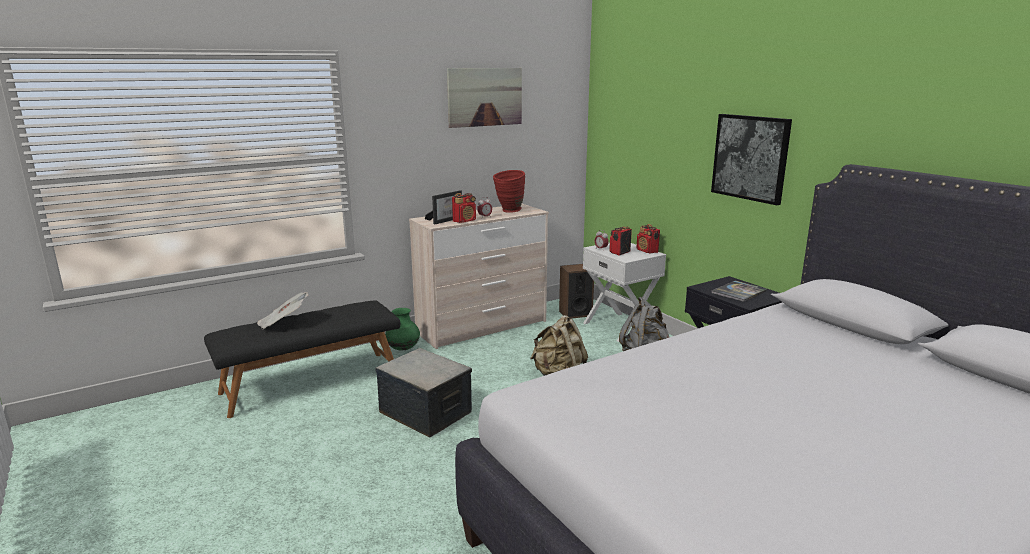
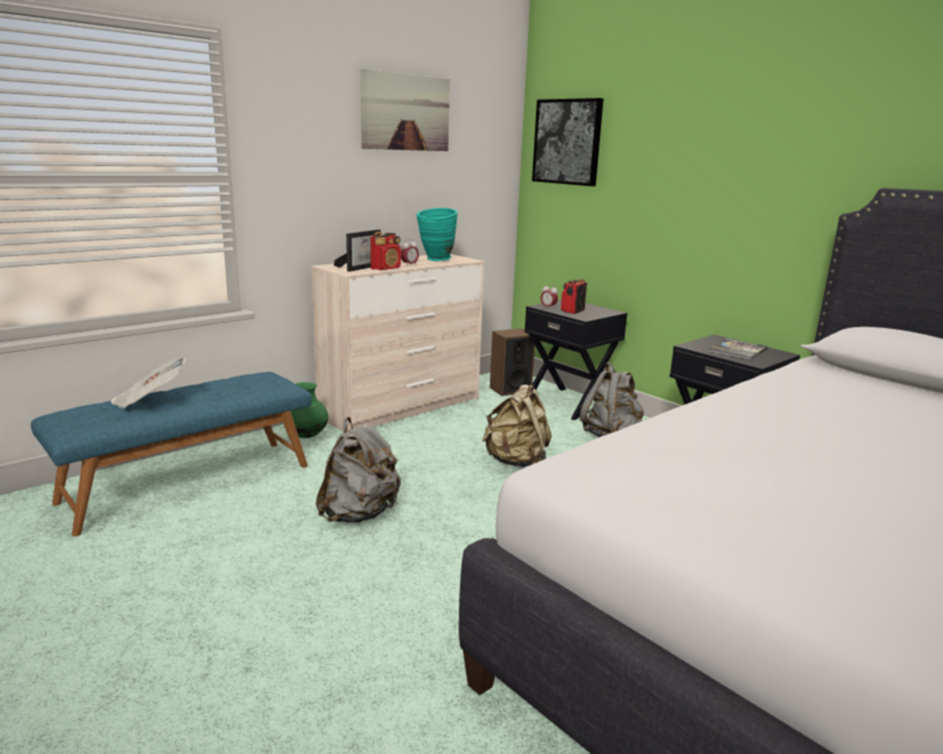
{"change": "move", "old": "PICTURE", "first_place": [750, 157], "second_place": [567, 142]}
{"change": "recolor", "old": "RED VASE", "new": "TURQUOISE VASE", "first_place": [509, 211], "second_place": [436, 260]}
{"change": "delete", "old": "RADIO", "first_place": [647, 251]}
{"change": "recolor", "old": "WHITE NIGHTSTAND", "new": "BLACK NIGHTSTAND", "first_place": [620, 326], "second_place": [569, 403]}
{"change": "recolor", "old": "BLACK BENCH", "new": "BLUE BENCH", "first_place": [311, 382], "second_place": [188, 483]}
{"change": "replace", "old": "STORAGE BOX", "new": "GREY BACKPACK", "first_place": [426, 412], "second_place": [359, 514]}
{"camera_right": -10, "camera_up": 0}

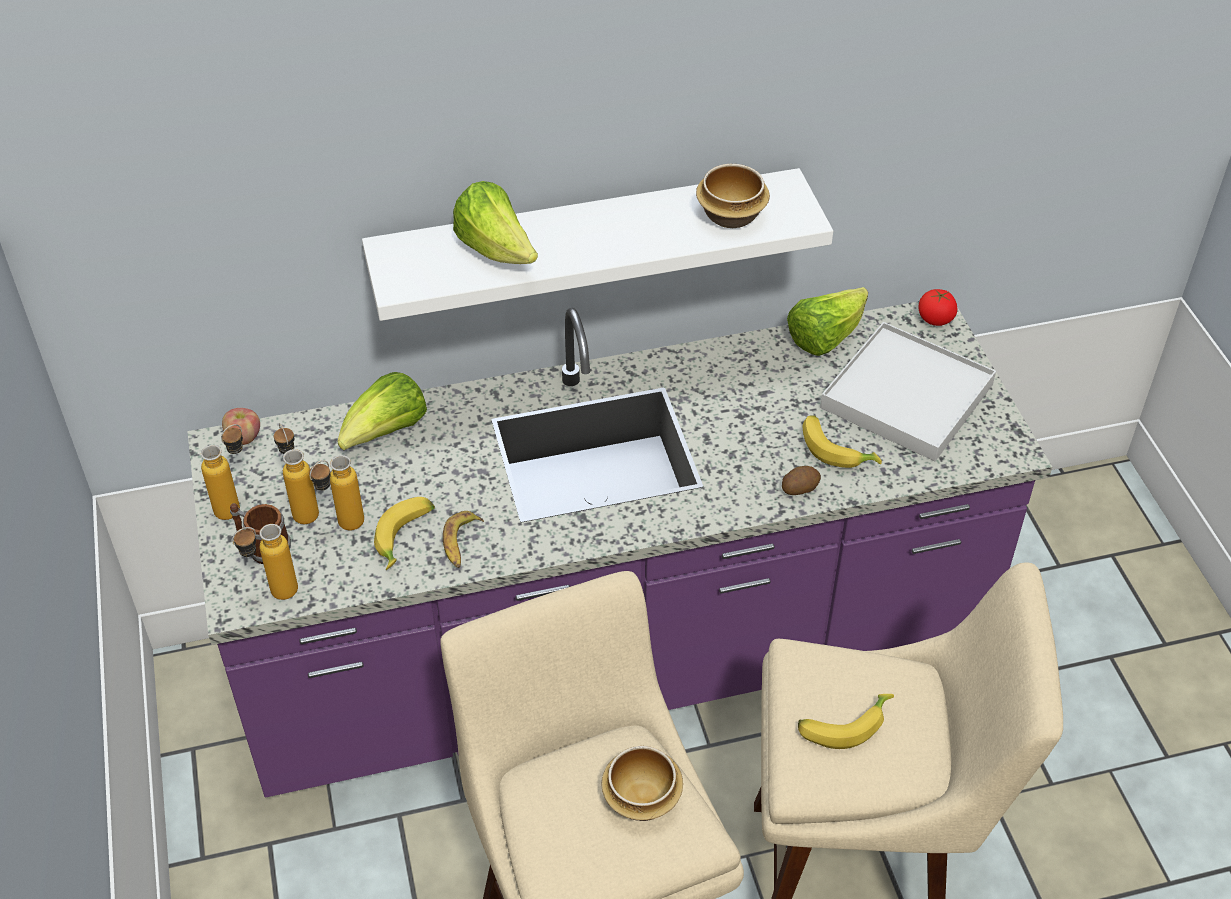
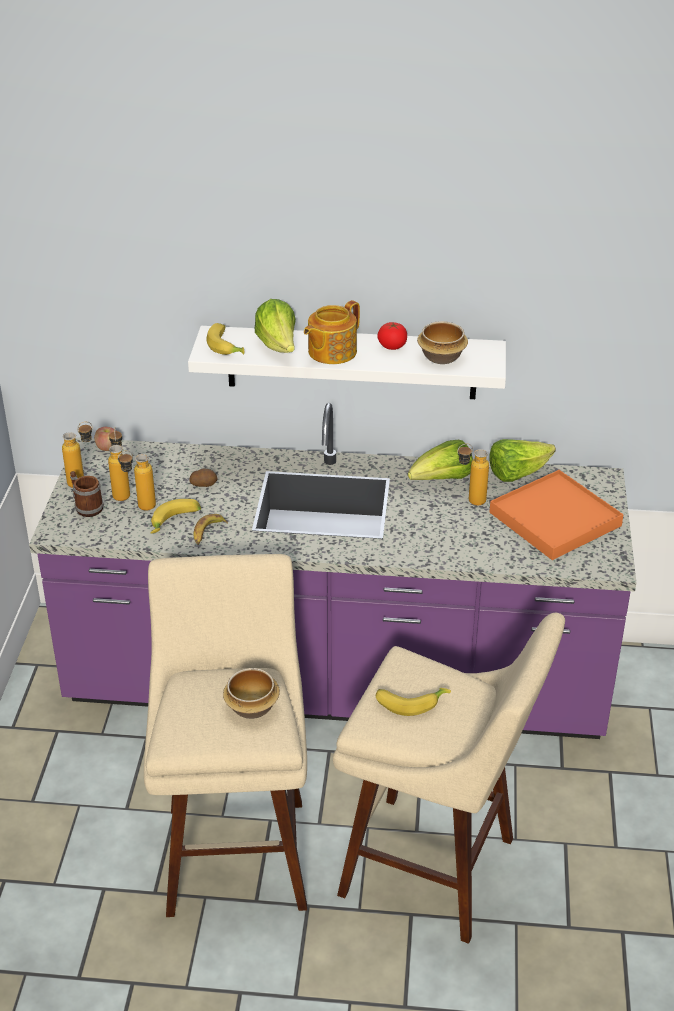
{"change": "move", "old": "TOMATO", "first_place": [935, 319], "second_place": [392, 346]}
{"change": "recolor", "old": "WHITE TRAY", "new": "ORANGE TRAY", "first_place": [906, 396], "second_place": [555, 519]}
{"change": "move", "old": "LETTUCE", "first_place": [386, 433], "second_place": [442, 480]}
{"change": "move", "old": "BANANA", "first_place": [837, 449], "second_place": [227, 346]}
{"change": "move", "old": "POTATO", "first_place": [799, 488], "second_place": [203, 484]}
{"change": "move", "old": "BOTTLE", "first_place": [273, 595], "second_place": [469, 502]}
{"change": "insert", "new": "TEAPOT", "second_place": [331, 352]}
{"camera_right": 20, "camera_up": -10}

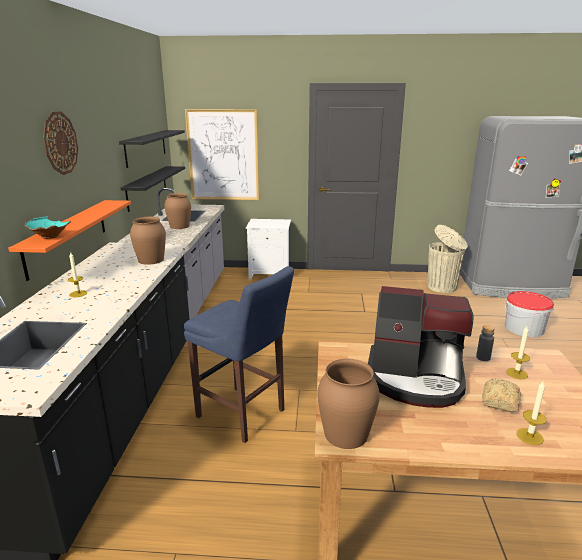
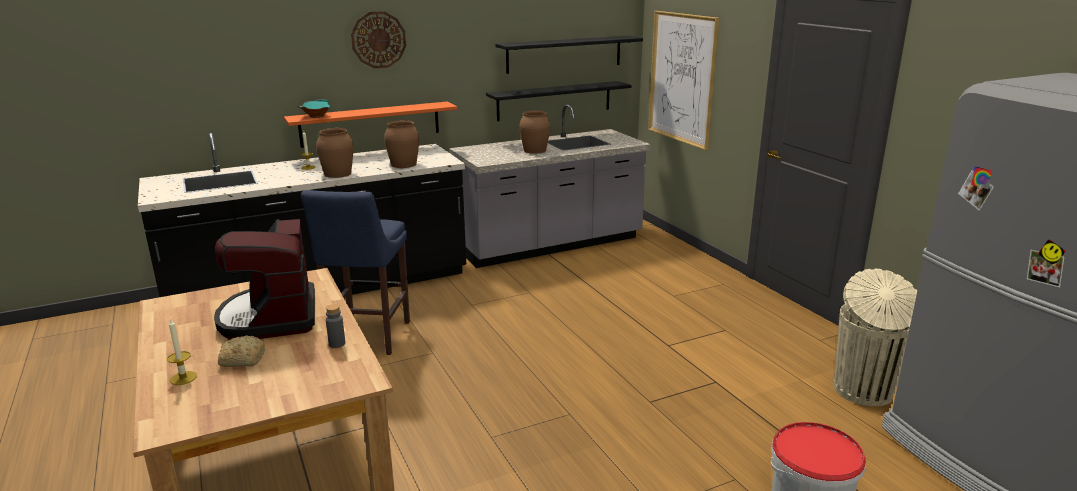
{"change": "delete", "old": "WHITE NIGHTSTAND", "first_place": [270, 274]}
{"change": "delete", "old": "CANDLE", "first_place": [516, 373]}
{"change": "move", "old": "BROWN VASE", "first_place": [346, 433], "second_place": [338, 174]}
{"camera_right": 60, "camera_up": 0}

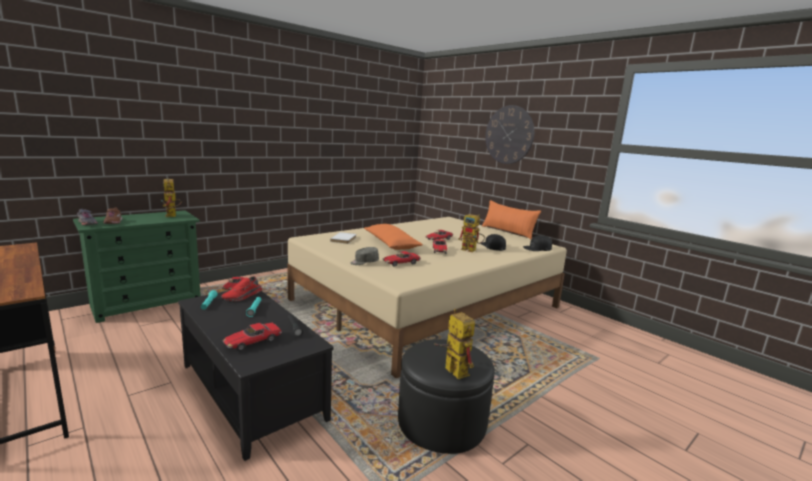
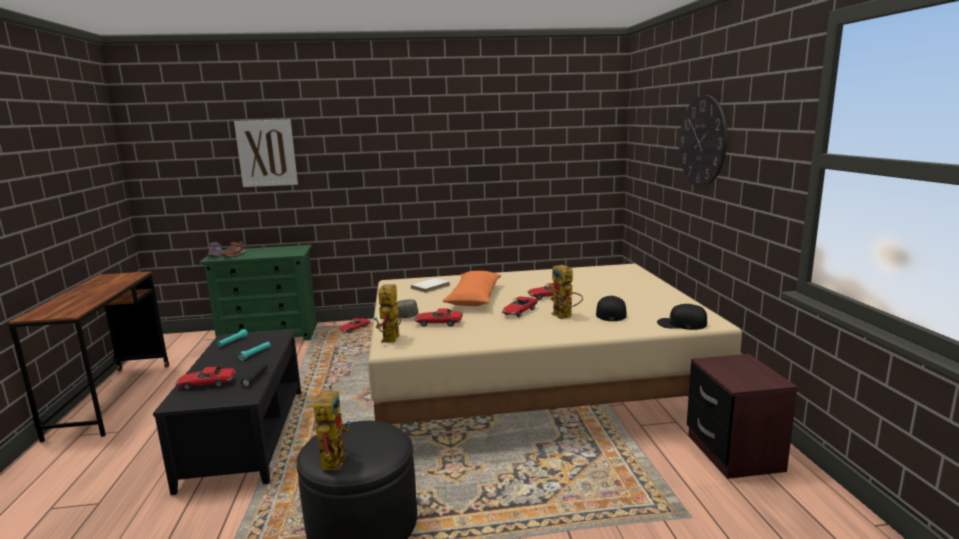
{"change": "move", "old": "TOY ROBOT", "first_place": [172, 216], "second_place": [391, 341]}
{"change": "delete", "old": "ORANGE PILLOW", "first_place": [508, 232]}
{"change": "delete", "old": "RED SHOE", "first_place": [243, 296]}
{"change": "insert", "new": "PICTURE", "second_place": [266, 153]}
{"change": "insert", "new": "BROWN NIGHTSTAND", "second_place": [733, 453]}
{"camera_right": 35, "camera_up": 0}

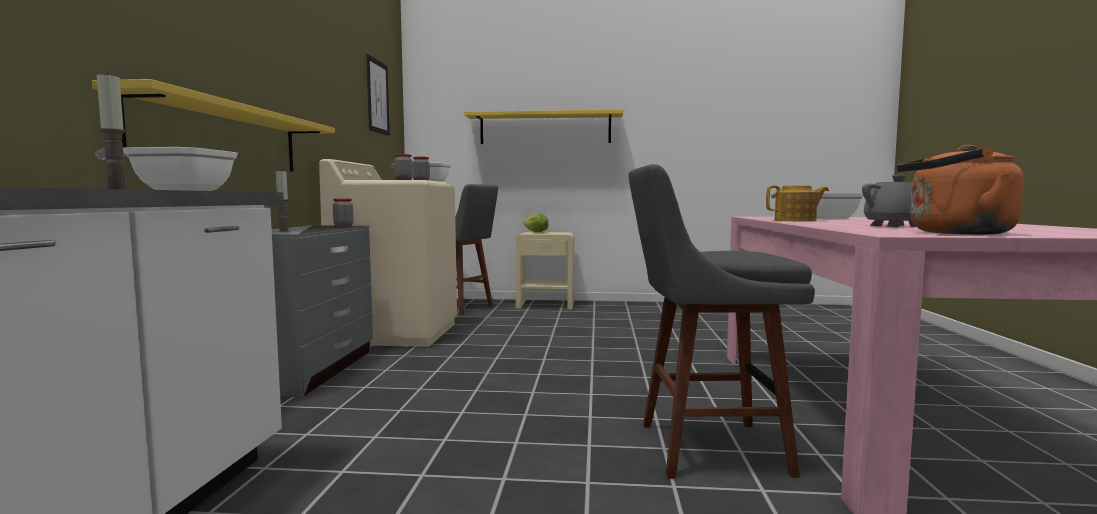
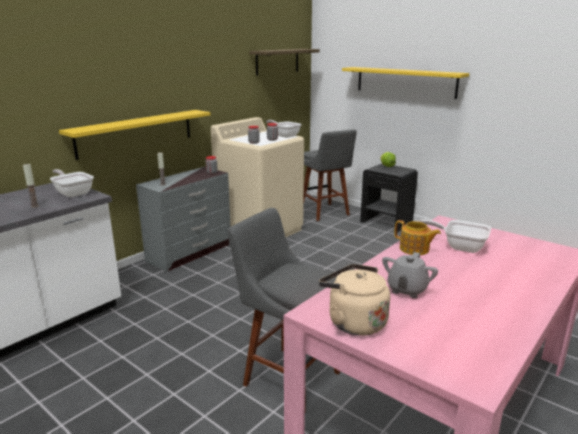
{"change": "replace", "old": "PICTURE", "new": "SHELF", "first_place": [377, 96], "second_place": [277, 61]}
{"change": "recolor", "old": "ORANGE KETTLE", "new": "BEIGE KETTLE", "first_place": [954, 233], "second_place": [353, 322]}
{"change": "recolor", "old": "BEIGE NIGHTSTAND", "new": "BLACK NIGHTSTAND", "first_place": [546, 305], "second_place": [386, 222]}
{"camera_right": 35, "camera_up": 15}

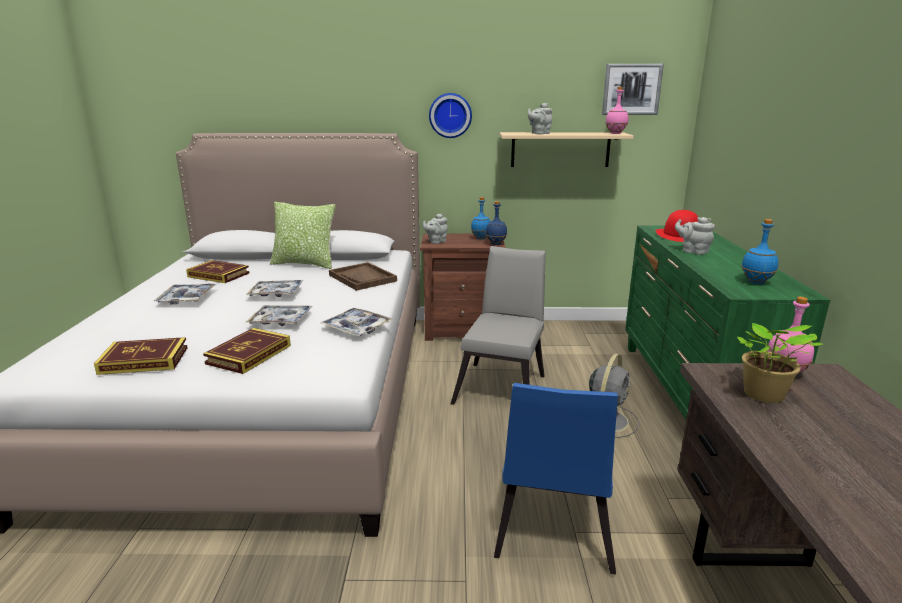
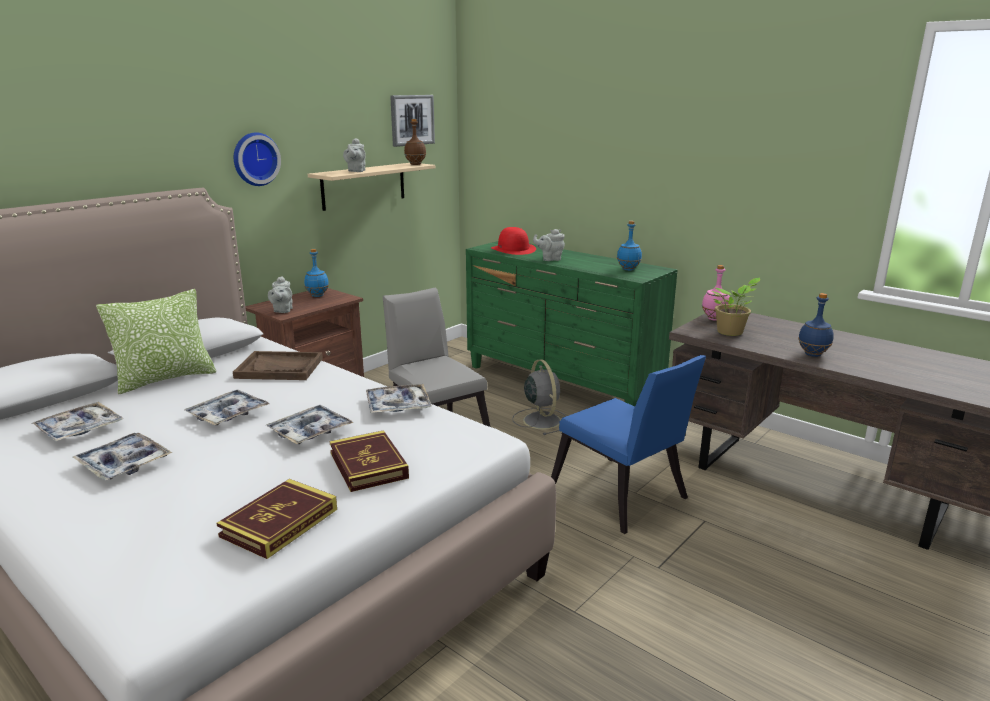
{"change": "recolor", "old": "PINK BOTTLE", "new": "BROWN BOTTLE", "first_place": [615, 133], "second_place": [415, 164]}
{"change": "move", "old": "BLUE BOTTLE", "first_place": [495, 244], "second_place": [812, 354]}
{"change": "replace", "old": "BOOK", "new": "TRAY", "first_place": [218, 275], "second_place": [79, 429]}
{"camera_right": -50, "camera_up": 0}

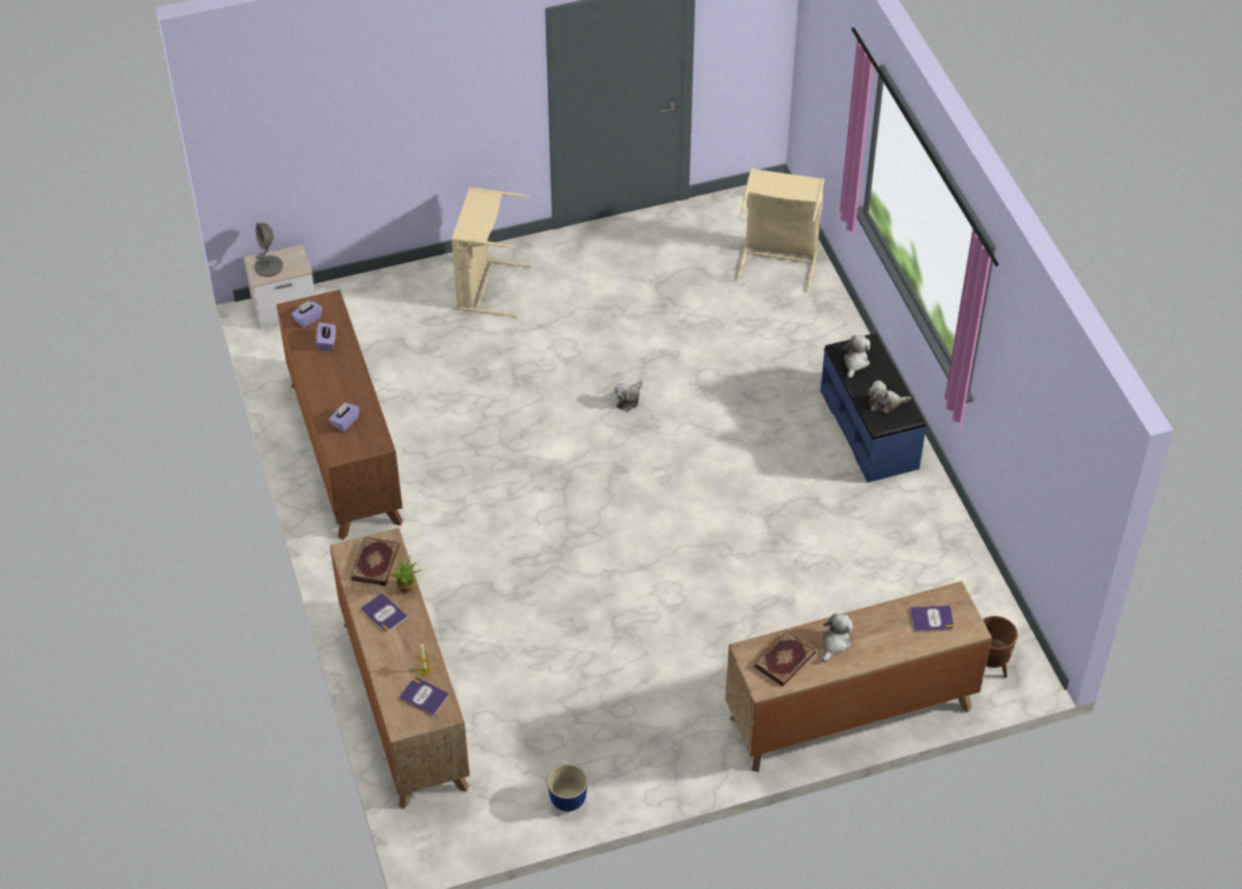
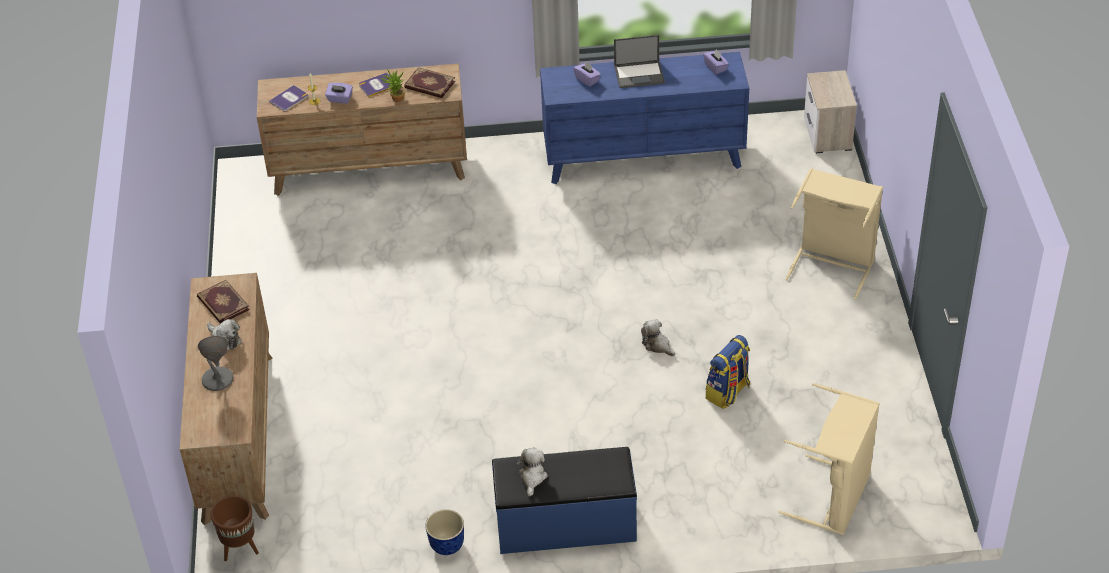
{"change": "move", "old": "GREY TABLE LAMP", "first_place": [269, 267], "second_place": [217, 379]}
{"change": "recolor", "old": "BROWN DRESSER", "new": "BLUE DRESSER", "first_place": [344, 451], "second_place": [644, 157]}
{"change": "move", "old": "PURPLE TISSUE BOX", "first_place": [327, 342], "second_place": [340, 99]}
{"change": "delete", "old": "PLUSH TOY", "first_place": [855, 362]}
{"change": "delete", "old": "BOOK", "first_place": [932, 619]}
{"change": "move", "old": "PLANTER", "first_place": [567, 800], "second_place": [447, 545]}
{"change": "insert", "new": "LAPTOP", "second_place": [640, 74]}
{"change": "insert", "new": "BACKPACK", "second_place": [728, 392]}
{"camera_right": 105, "camera_up": -5}

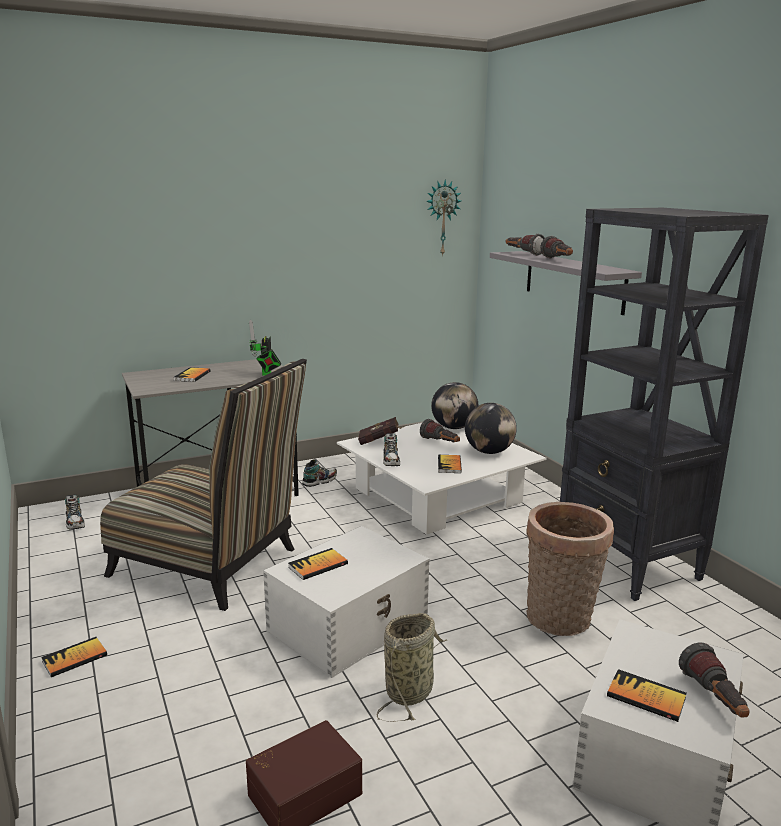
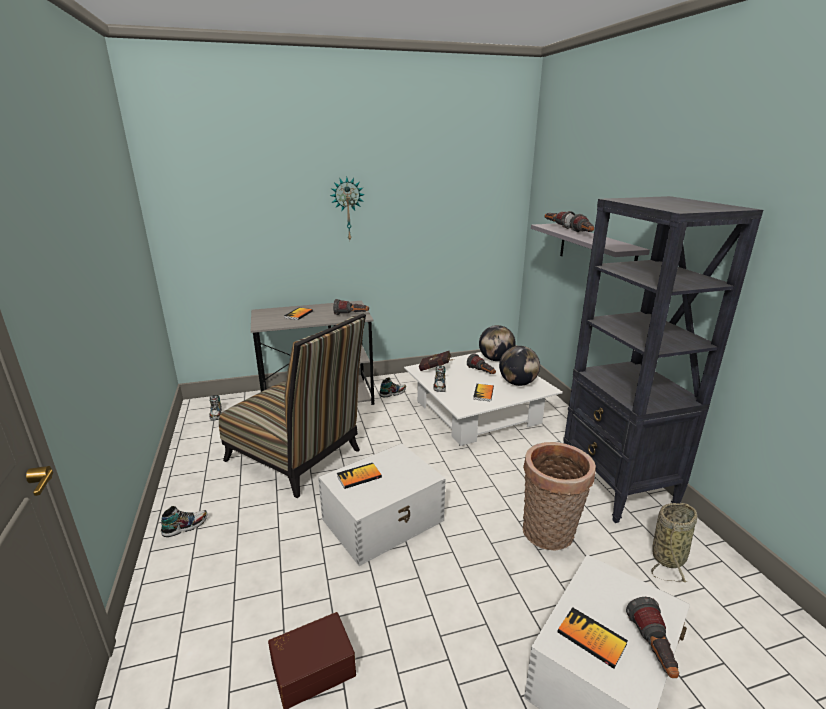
{"change": "move", "old": "WALL CLOCK", "first_place": [442, 218], "second_place": [347, 209]}
{"change": "replace", "old": "TOY ROBOT", "new": "FLASHLIGHT", "first_place": [266, 374], "second_place": [351, 315]}
{"change": "move", "old": "BASKET", "first_place": [411, 690], "second_place": [669, 556]}
{"change": "replace", "old": "BOOK", "new": "SHOE", "first_place": [74, 658], "second_place": [185, 526]}
{"camera_right": 10, "camera_up": 5}

